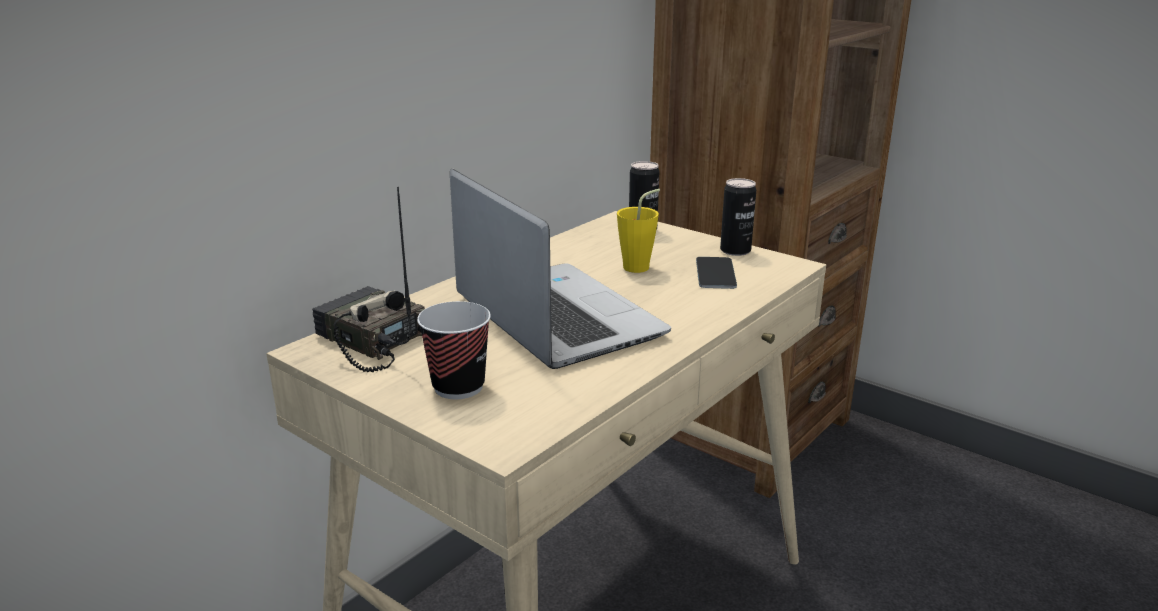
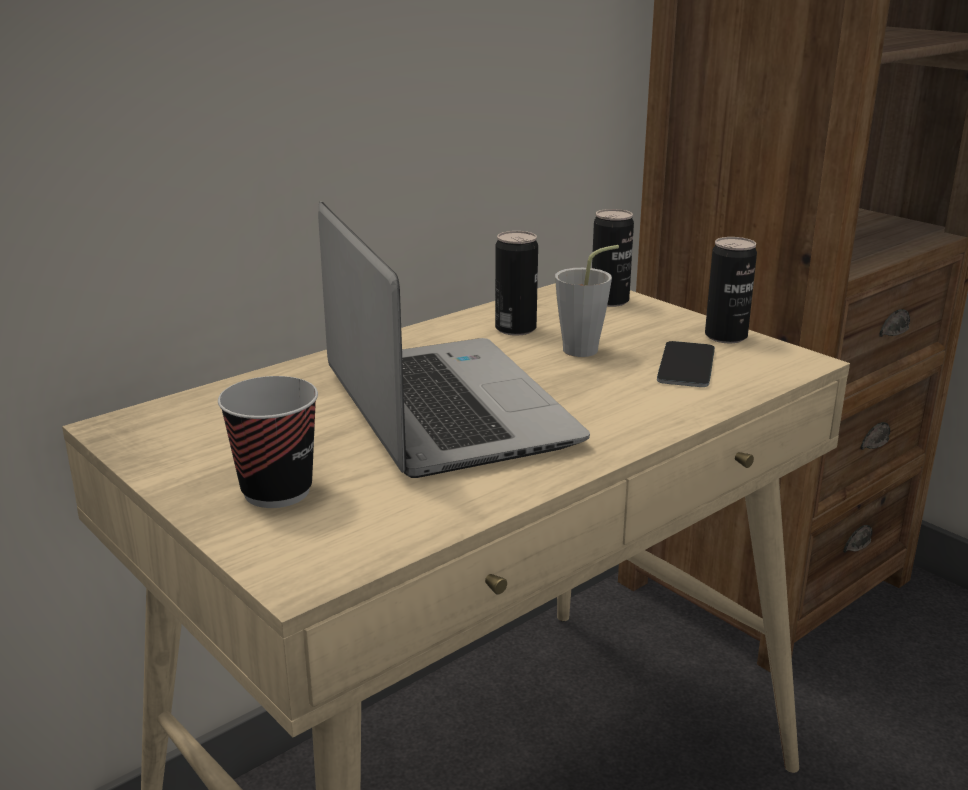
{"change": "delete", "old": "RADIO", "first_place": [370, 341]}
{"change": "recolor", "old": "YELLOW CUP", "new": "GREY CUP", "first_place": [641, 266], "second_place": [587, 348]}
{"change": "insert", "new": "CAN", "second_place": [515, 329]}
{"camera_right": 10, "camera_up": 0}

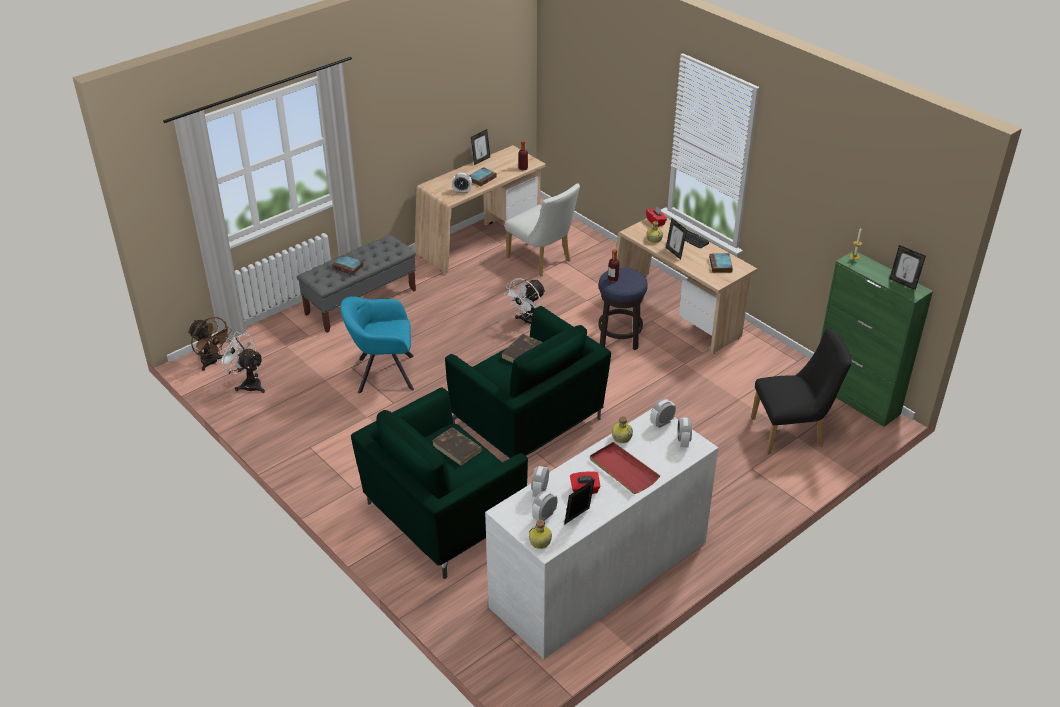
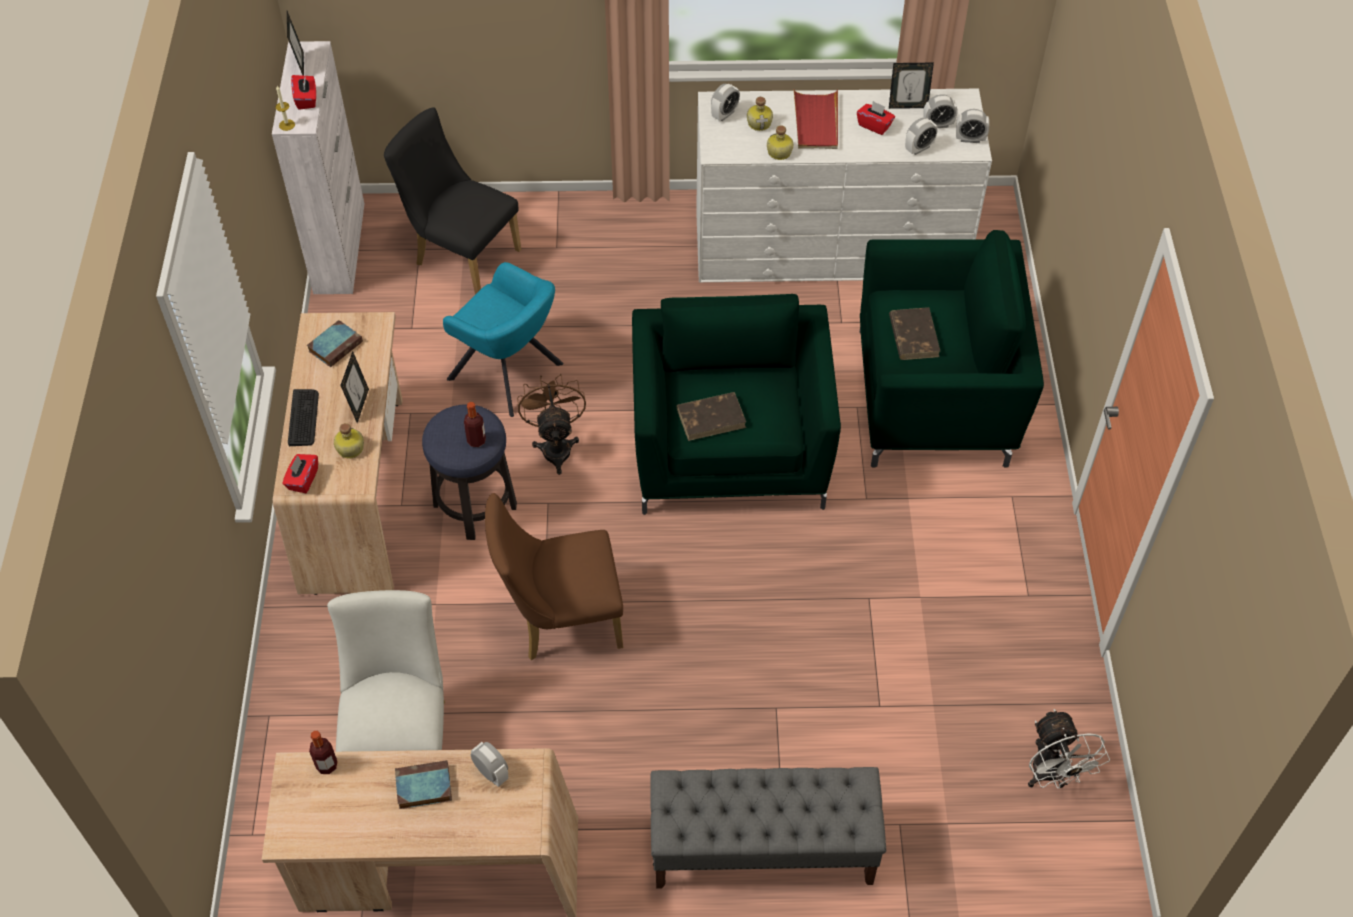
{"change": "delete", "old": "PICTURE FRAME", "first_place": [481, 160]}
{"change": "recolor", "old": "GREEN CABINET", "new": "WHITE CABINET", "first_place": [856, 399], "second_place": [339, 247]}
{"change": "delete", "old": "BOOK", "first_place": [349, 267]}
{"change": "replace", "old": "WHITE FAN", "new": "BROWN CHAIR", "first_place": [527, 322], "second_place": [560, 620]}
{"change": "move", "old": "TURQUOISE ARMCHAIR", "first_place": [382, 374], "second_place": [509, 373]}
{"change": "move", "old": "BROWN FAN", "first_place": [213, 362], "second_place": [556, 446]}
{"change": "move", "old": "ALARM CLOCK", "first_place": [662, 423], "second_place": [970, 139]}
{"change": "move", "old": "BOTTLE", "first_place": [540, 542], "second_place": [760, 123]}
{"change": "insert", "new": "RED TISSUE BOX", "second_place": [306, 99]}
{"camera_right": -140, "camera_up": 15}

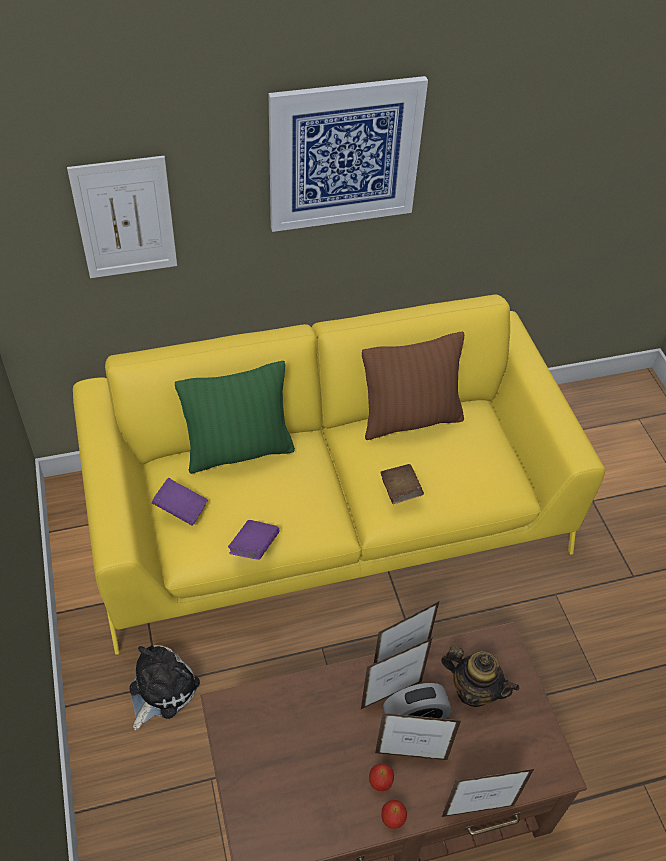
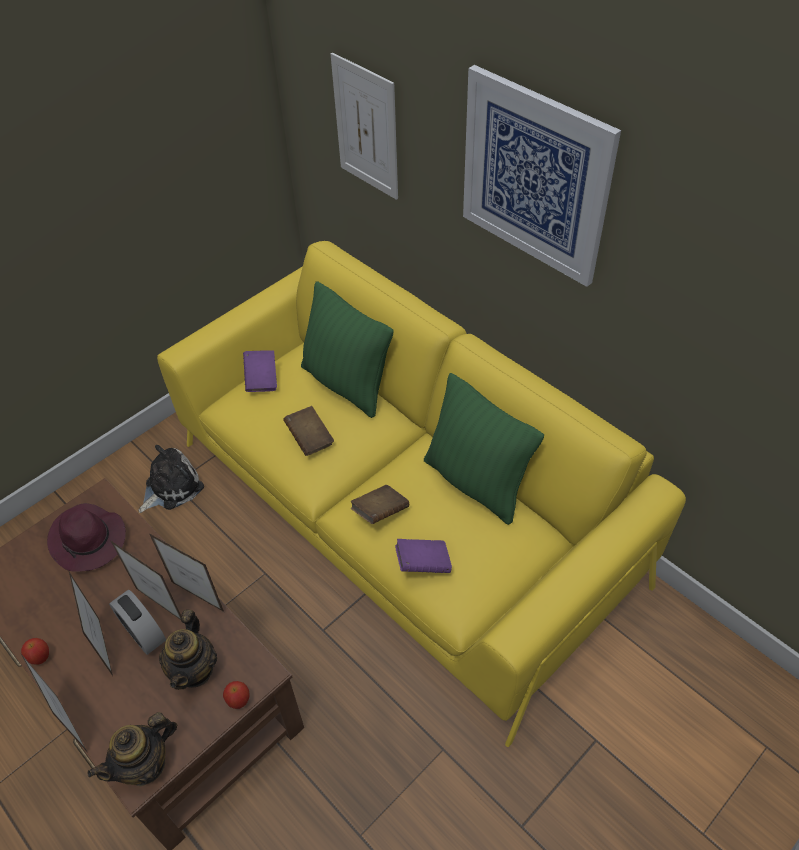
{"change": "recolor", "old": "BROWN PILLOW", "new": "GREEN PILLOW", "first_place": [410, 419], "second_place": [476, 482]}
{"change": "move", "old": "PURPLE BOOK", "first_place": [254, 547], "second_place": [423, 563]}
{"change": "rotate", "old": "PLUSH TOY", "first_place": [160, 689], "second_place": [171, 487], "degrees": -45}
{"change": "move", "old": "APPLE", "first_place": [380, 783], "second_place": [239, 701]}
{"change": "insert", "new": "BROWN BOOK", "second_place": [310, 438]}
{"change": "insert", "new": "PURPLE HAT", "second_place": [89, 540]}
{"change": "insert", "new": "TEAPOT", "second_place": [145, 764]}
{"camera_right": 65, "camera_up": 0}

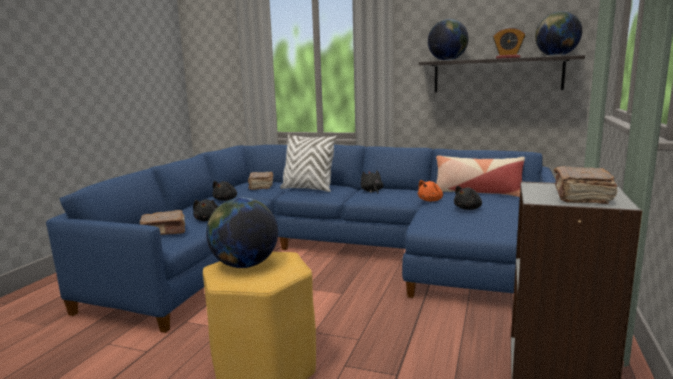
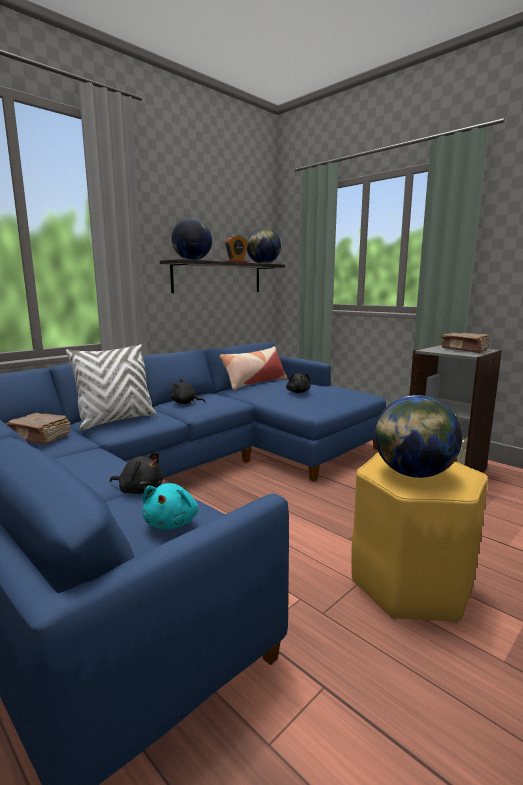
{"change": "delete", "old": "ORANGE PLUSH TOY", "first_place": [431, 200]}
{"change": "delete", "old": "BLACK PLUSH TOY", "first_place": [226, 200]}
{"change": "replace", "old": "BROWN BOOK", "new": "TURQUOISE PLUSH TOY", "first_place": [164, 232], "second_place": [172, 522]}
{"camera_right": -65, "camera_up": 0}

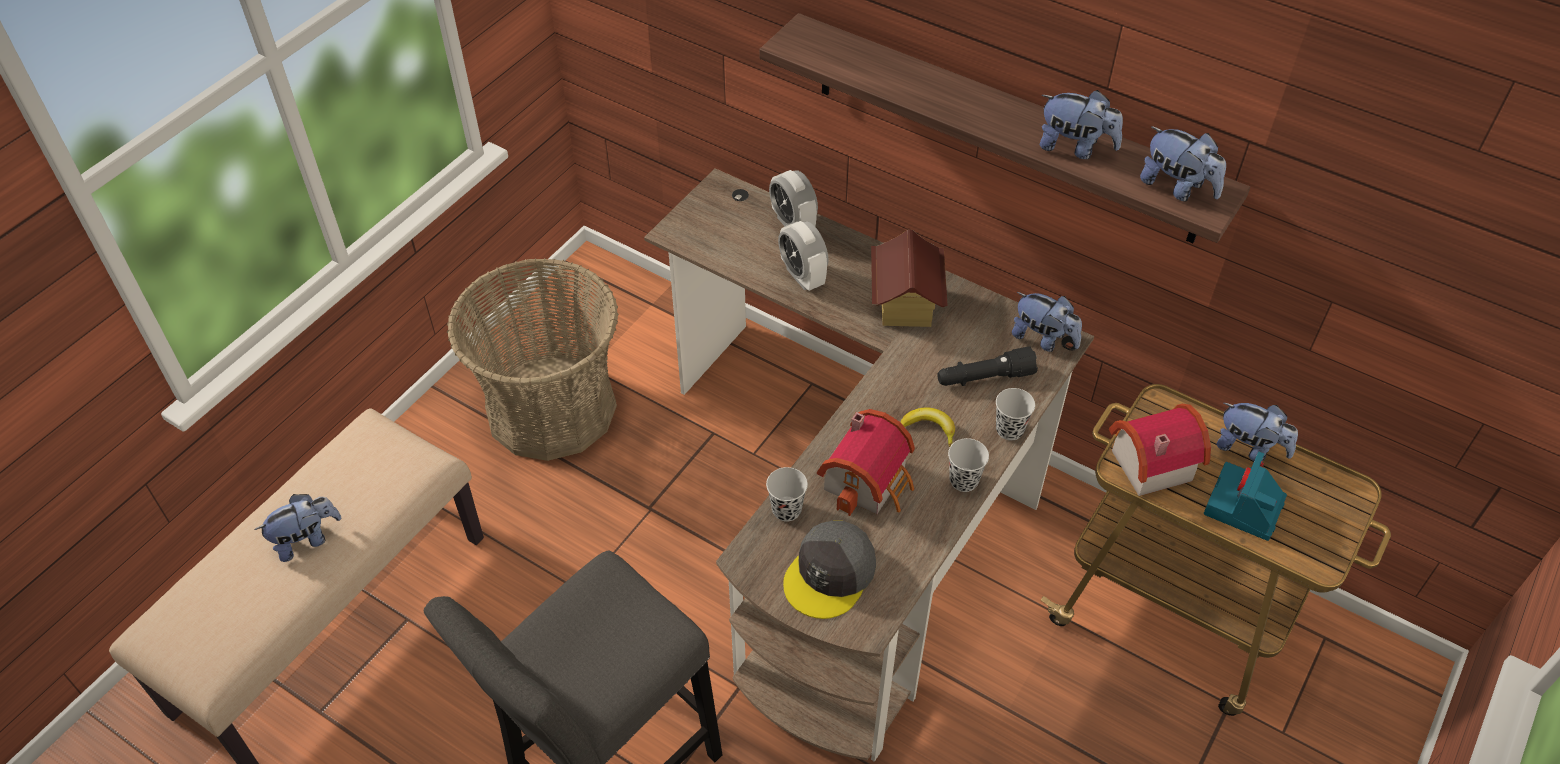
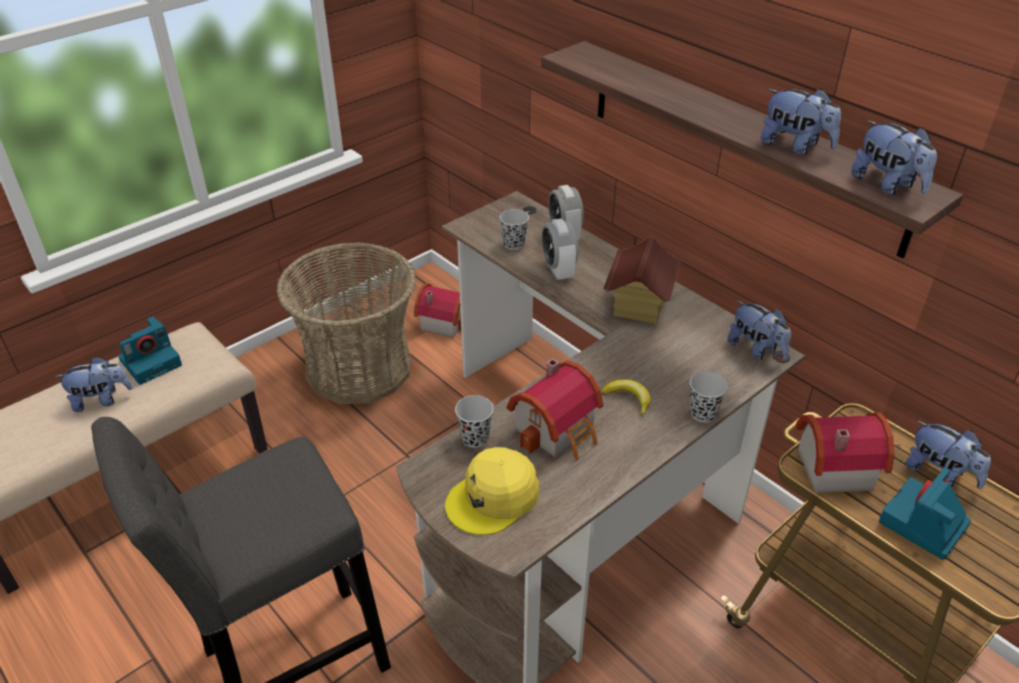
{"change": "delete", "old": "BLACK FLASHLIGHT", "first_place": [984, 378]}
{"change": "move", "old": "BLACK CUP", "first_place": [963, 480], "second_place": [514, 244]}
{"change": "recolor", "old": "GREY CAP", "new": "YELLOW CAP", "first_place": [830, 574], "second_place": [493, 498]}
{"change": "insert", "new": "TOY HOUSE", "second_place": [444, 321]}
{"change": "insert", "new": "PHOTO CAMERA", "second_place": [152, 361]}
{"camera_right": 15, "camera_up": -10}

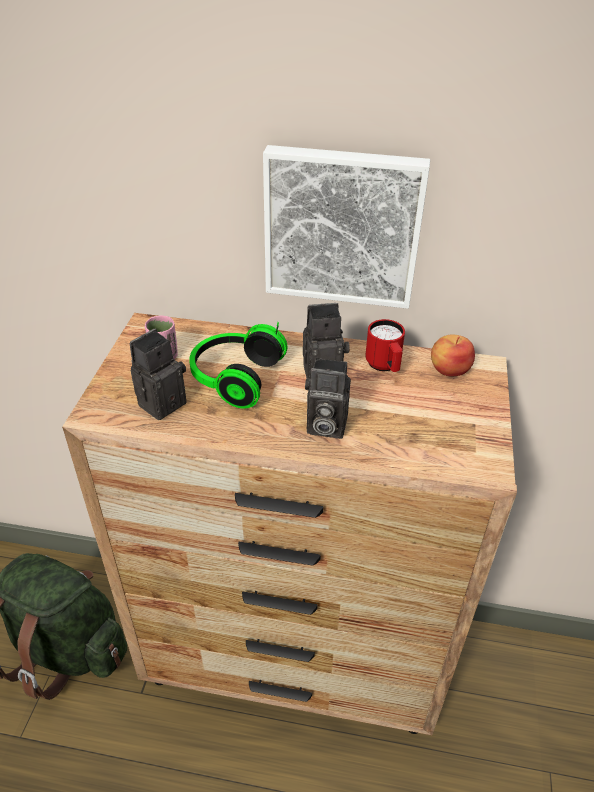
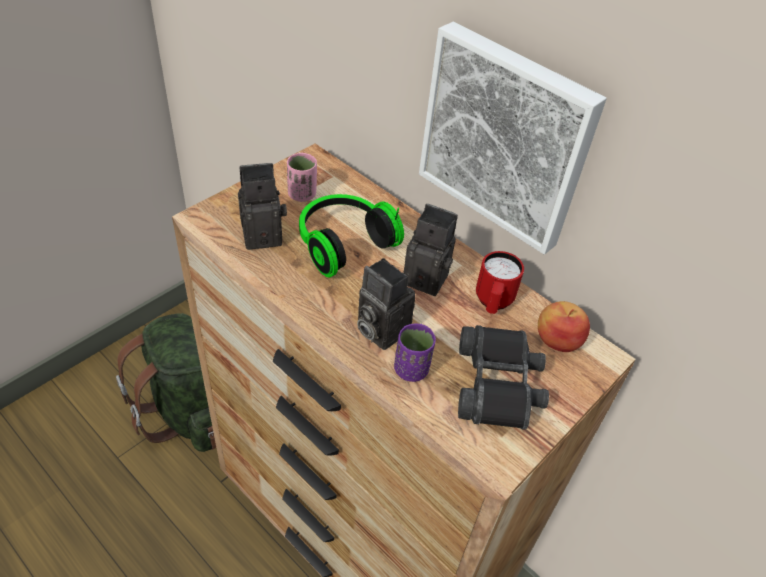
{"change": "insert", "new": "PURPLE CUP", "second_place": [411, 369]}
{"change": "insert", "new": "BLACK BINOCULARS", "second_place": [498, 385]}
{"camera_right": 30, "camera_up": 5}

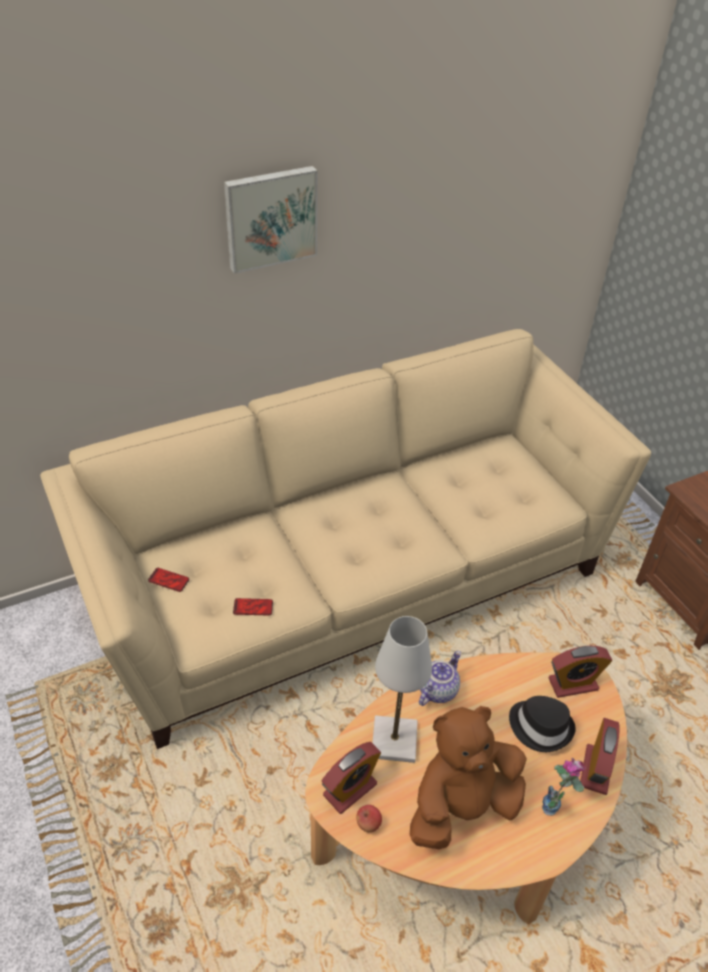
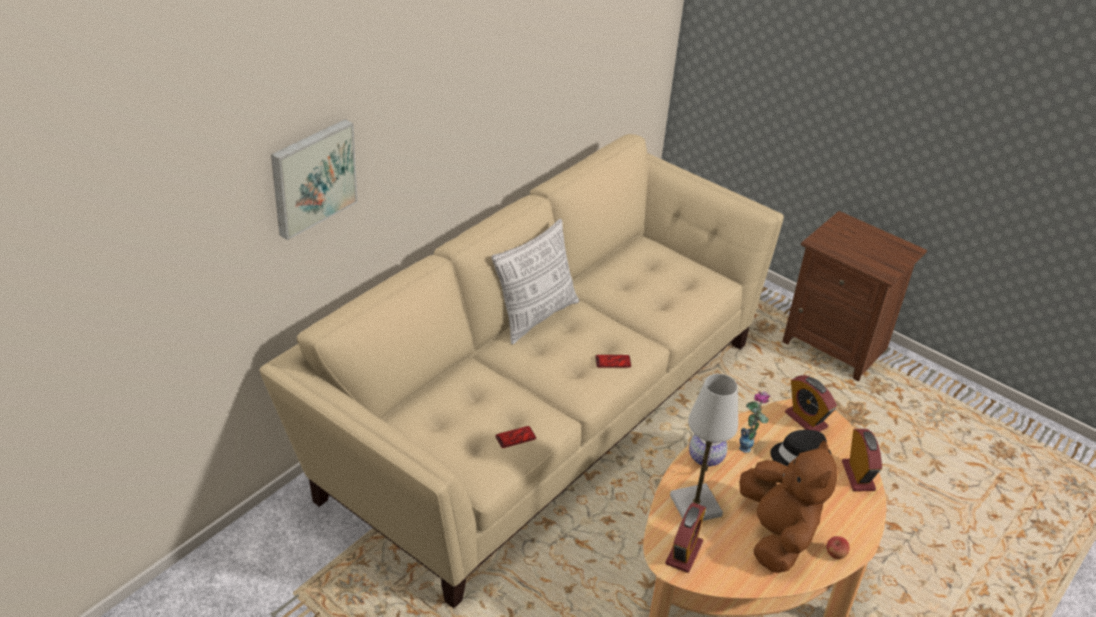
{"change": "move", "old": "PICTURE", "first_place": [270, 217], "second_place": [312, 177]}
{"change": "move", "old": "PHONE", "first_place": [168, 580], "second_place": [613, 362]}
{"change": "rotate", "old": "ALARM CLOCK", "first_place": [573, 684], "second_place": [806, 420], "degrees": 90}
{"change": "rotate", "old": "BROWN PLUSH TOY", "first_place": [461, 807], "second_place": [776, 535], "degrees": 135}
{"change": "move", "old": "VASE", "first_place": [558, 805], "second_place": [750, 444]}
{"change": "move", "old": "APPLE", "first_place": [368, 824], "second_place": [835, 554]}
{"change": "insert", "new": "PILLOW", "second_place": [535, 316]}
{"camera_right": -25, "camera_up": -5}

